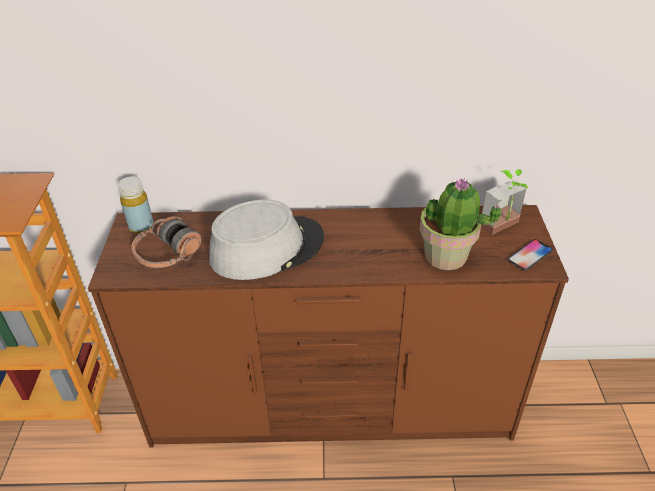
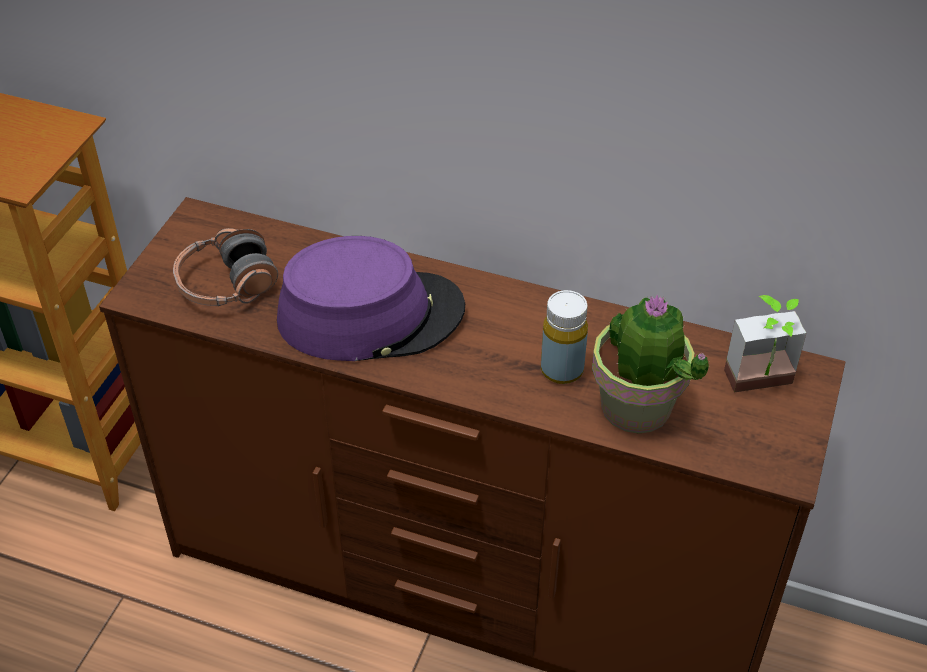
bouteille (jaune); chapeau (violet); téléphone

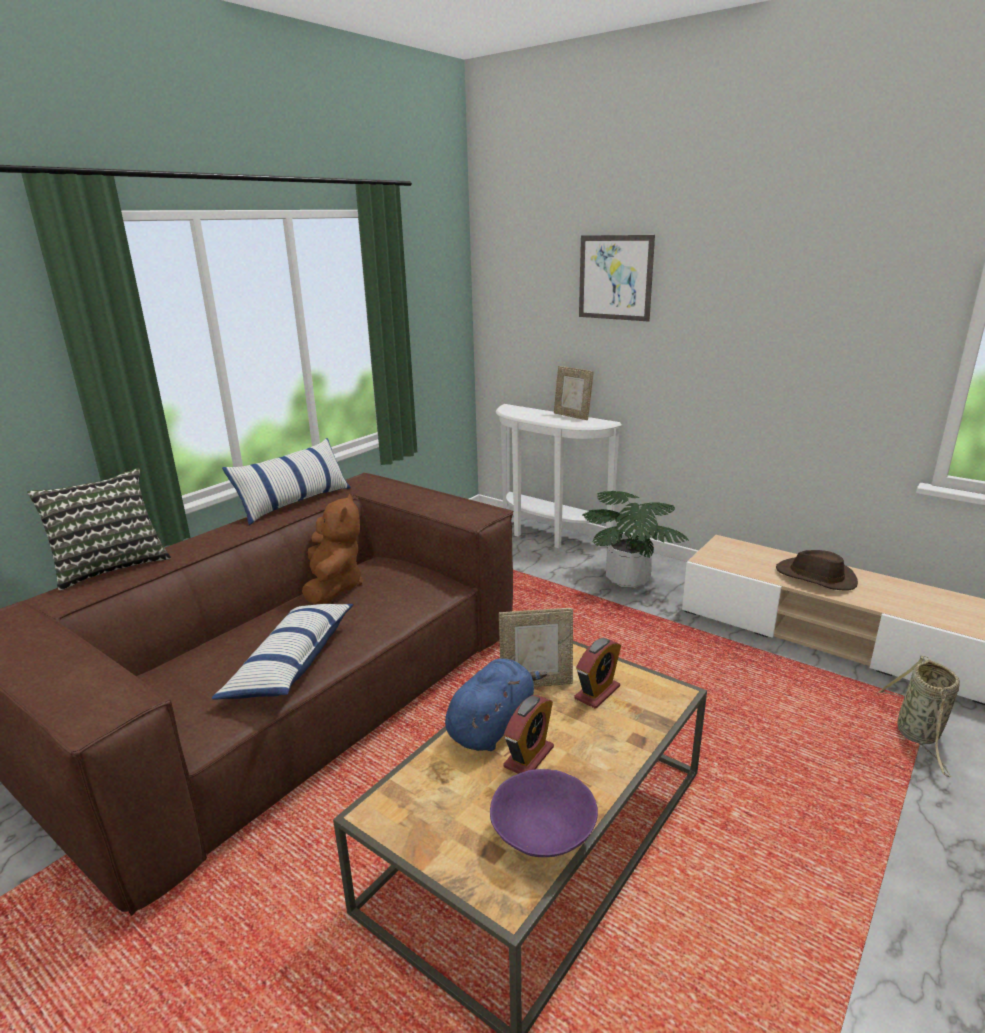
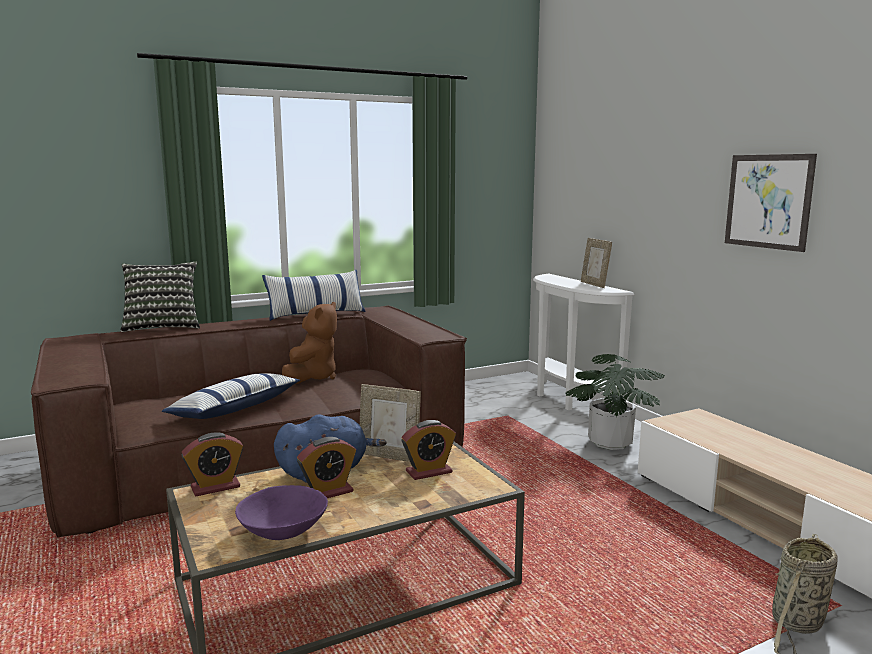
tableau; chapeau (marron); réveil (1st from left)

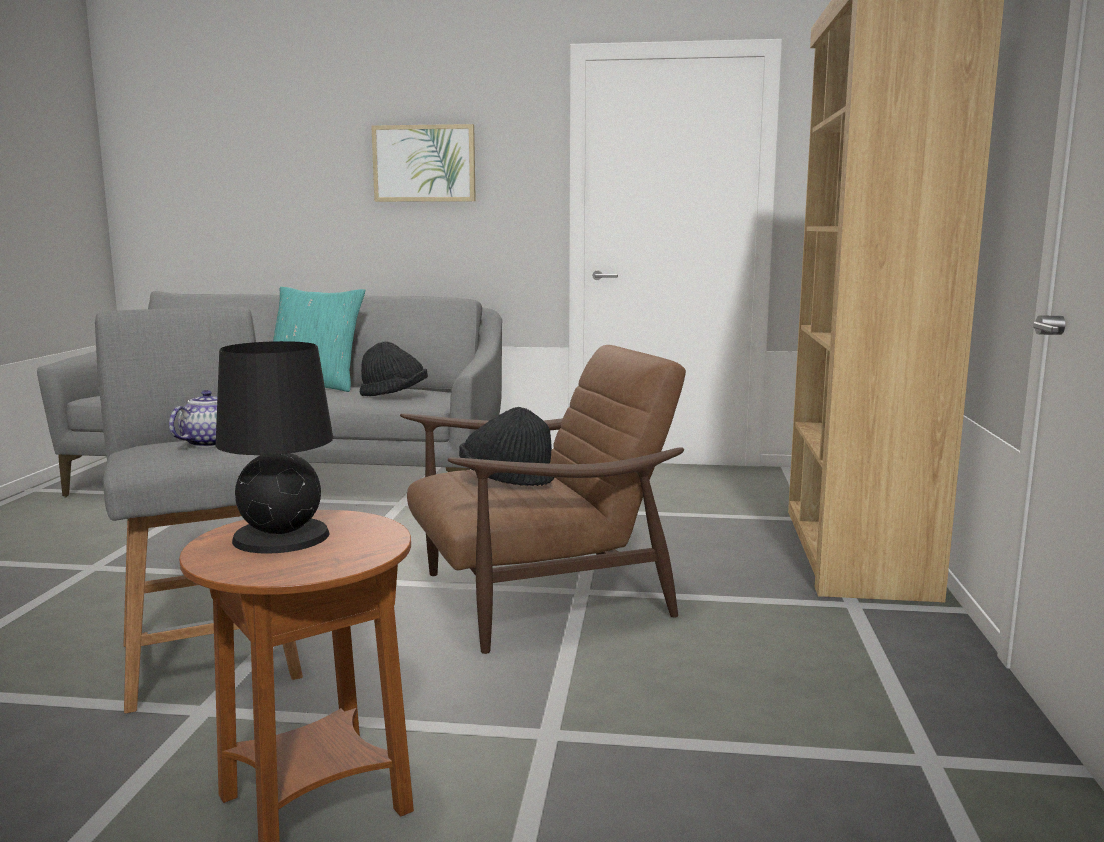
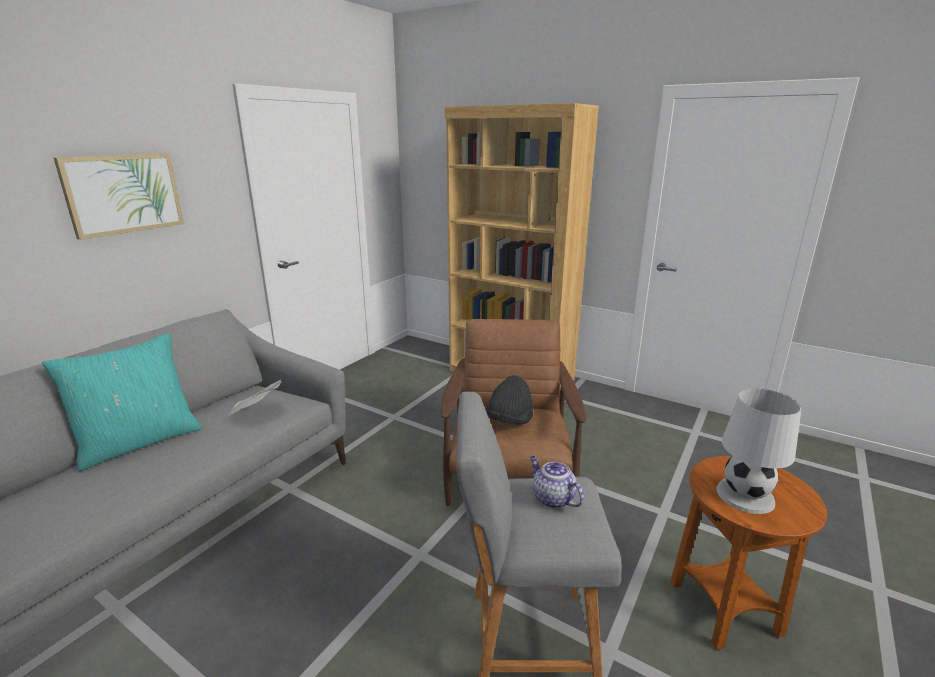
lampe de table (blanc); journal

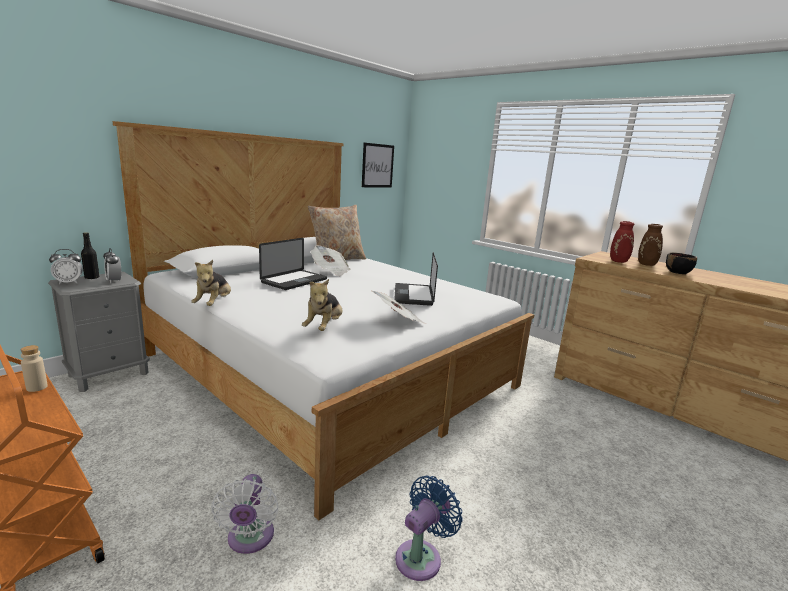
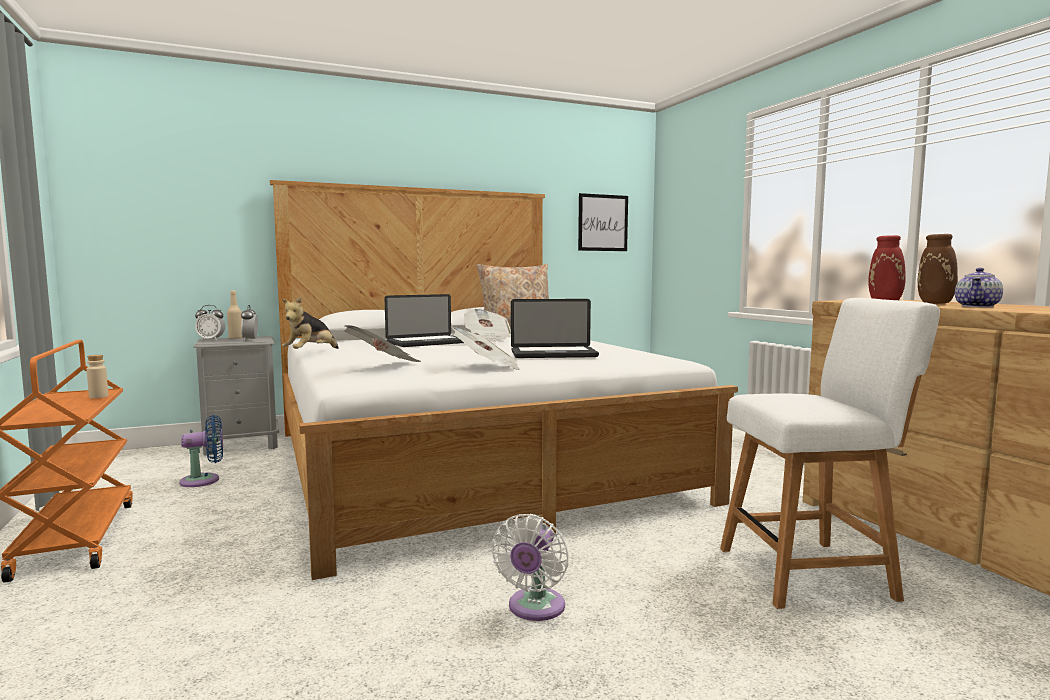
bouteille (beige) (2nd from left); ventilateur (blanc); journal (1st from left); ordinateur portable (2nd from left); ventilateur (bleu); théière; chaise (blanc)

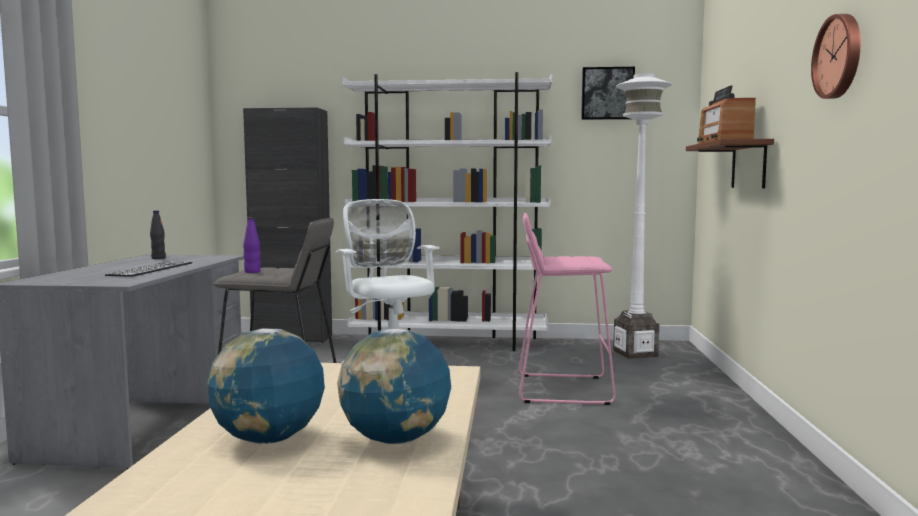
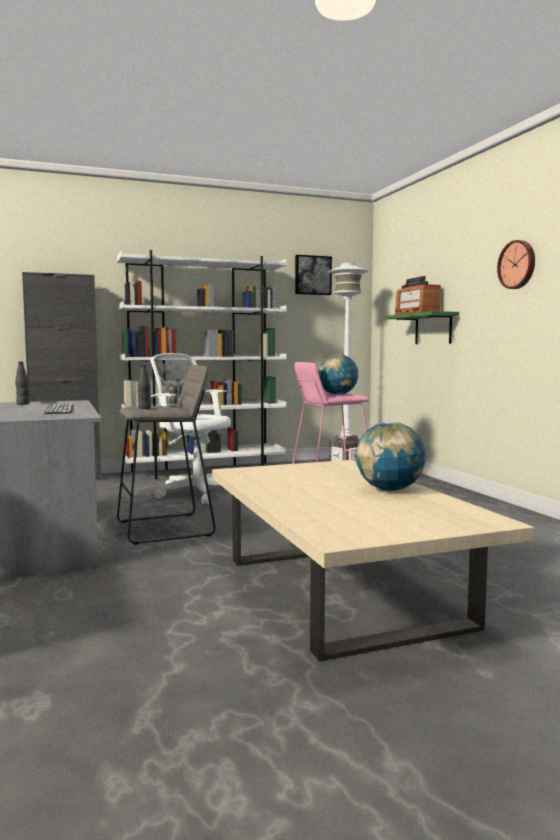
globe (1st from left); bouteille (noir) (2nd from left); étagère (vert)

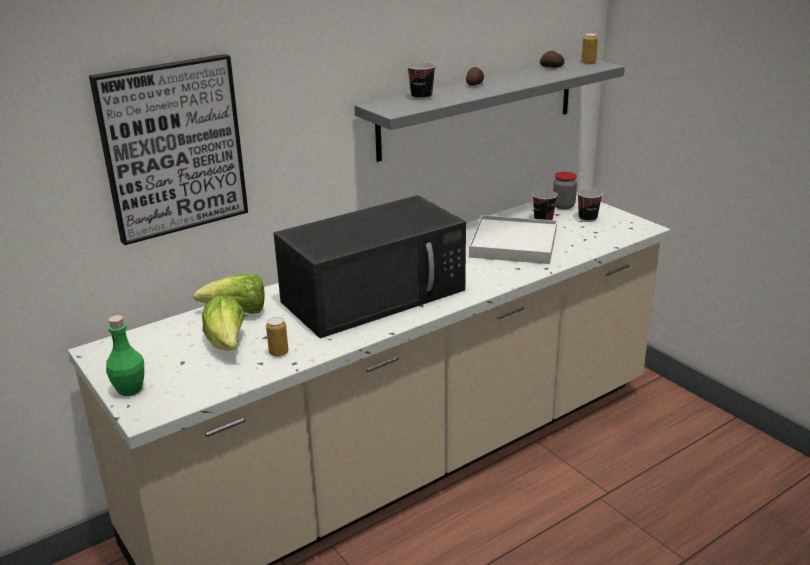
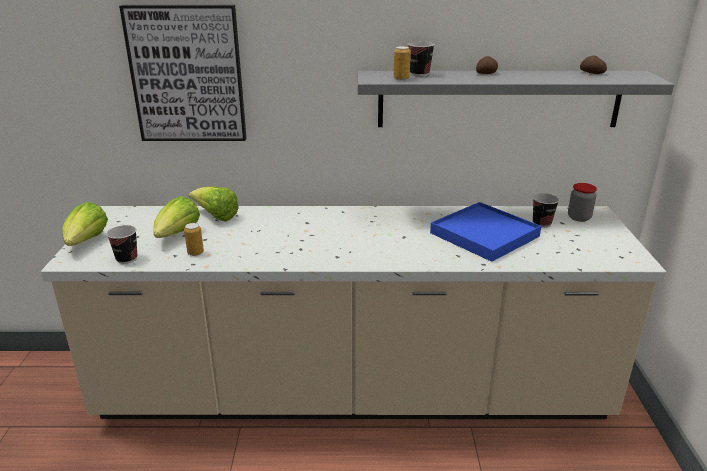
laitue (1st from left); micro-ondes (noir); plateau (bleu); tasse (1st from left); boîte métallique (2nd from left)

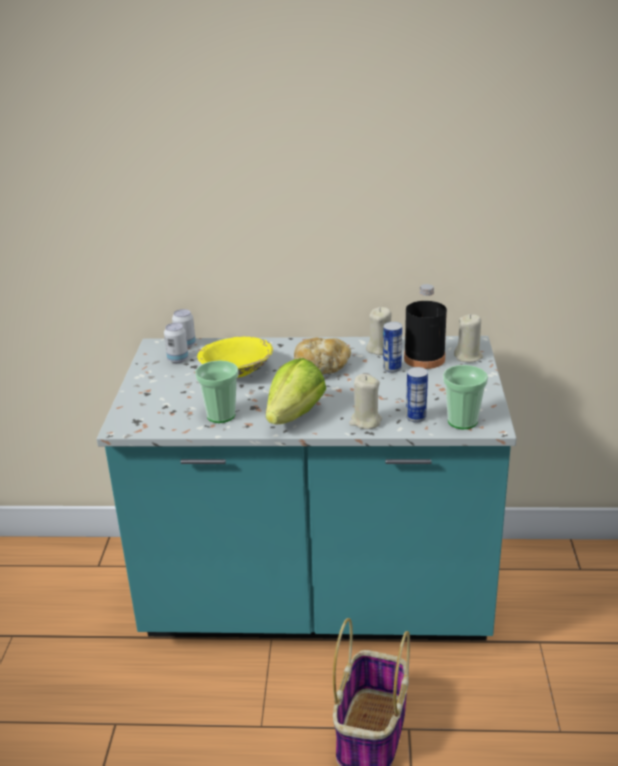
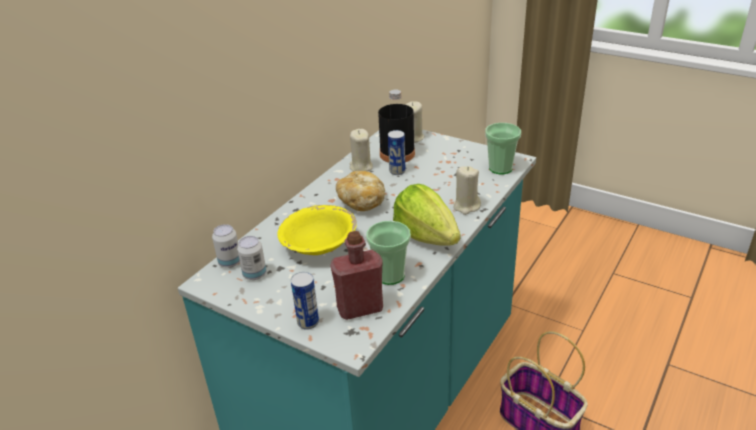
boîte métallique (3rd from left); bouteille (rouge)

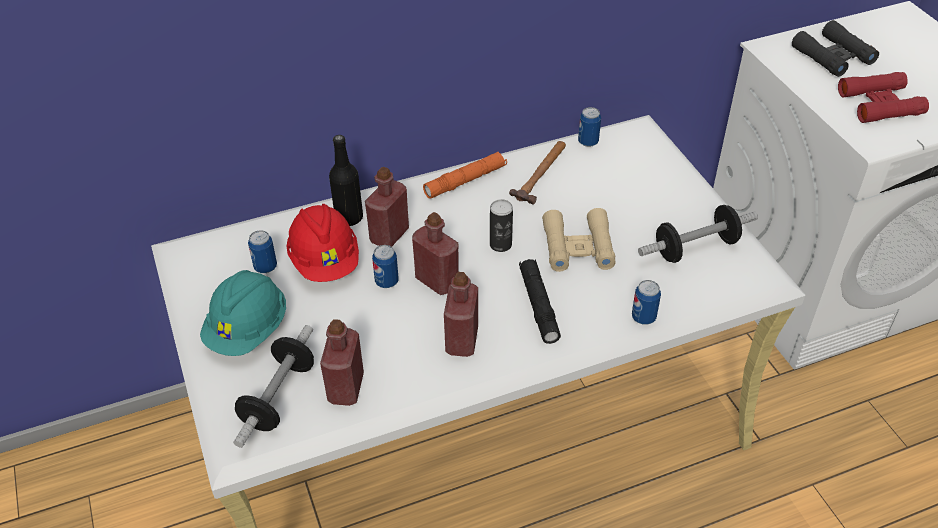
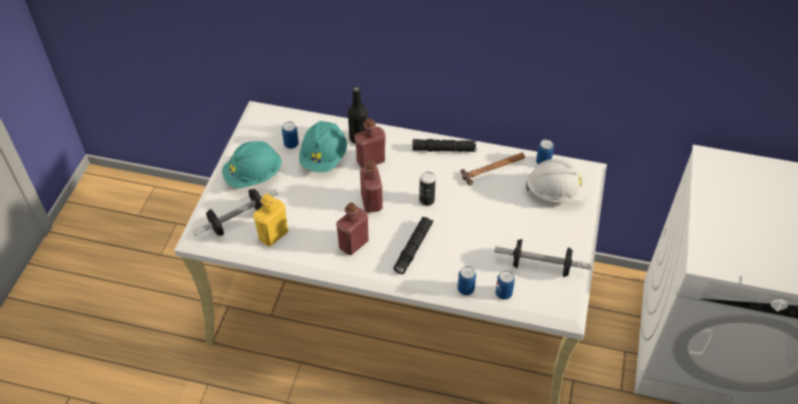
casque de chantier (turquoise) (2nd from left); bouteille (jaune); boîte métallique (4th from left); lampe de poche (noir) (2nd from left); jumelles (beige); jumelles (noir); jumelles (rouge); casque de chantier (blanc)

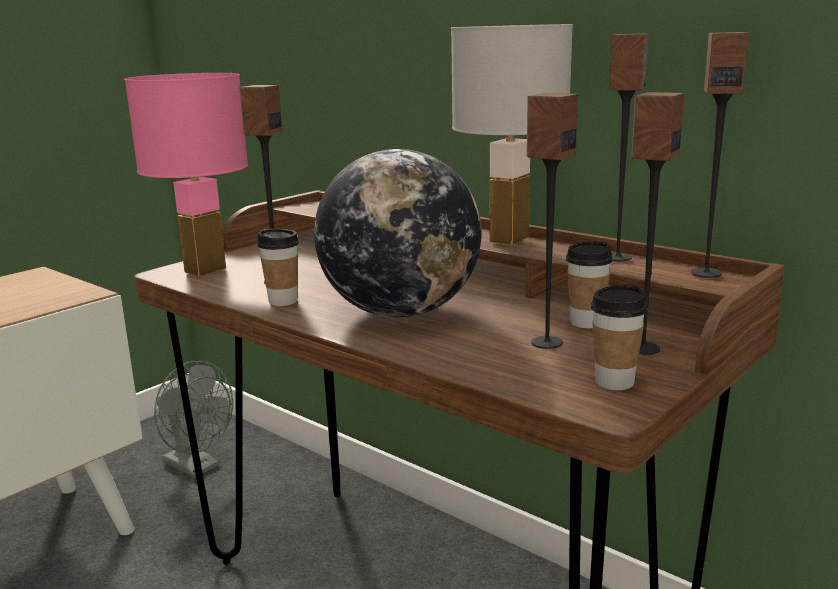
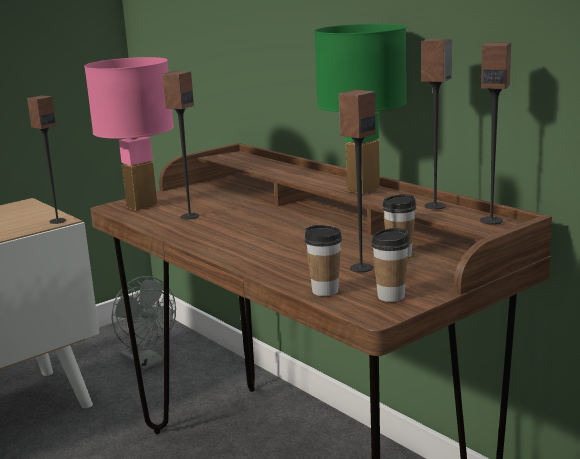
tasse (1st from left); globe; lampe de table (vert); enceinte (1st from left)

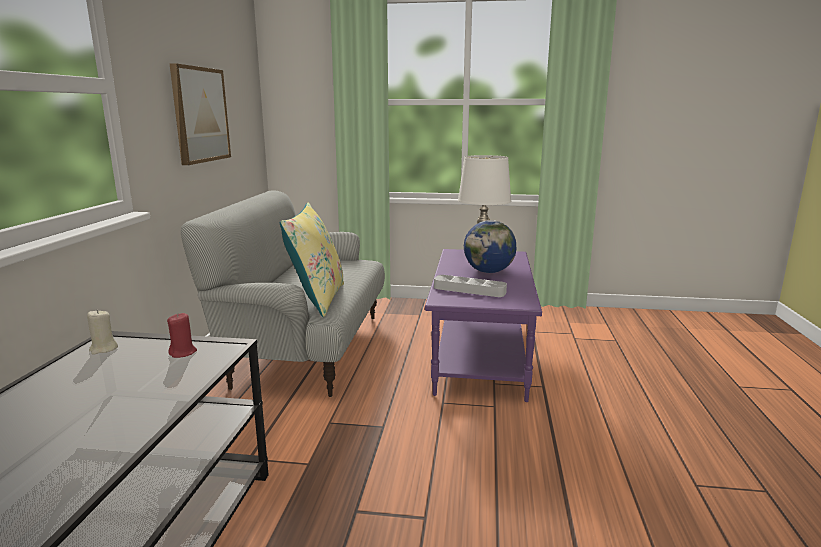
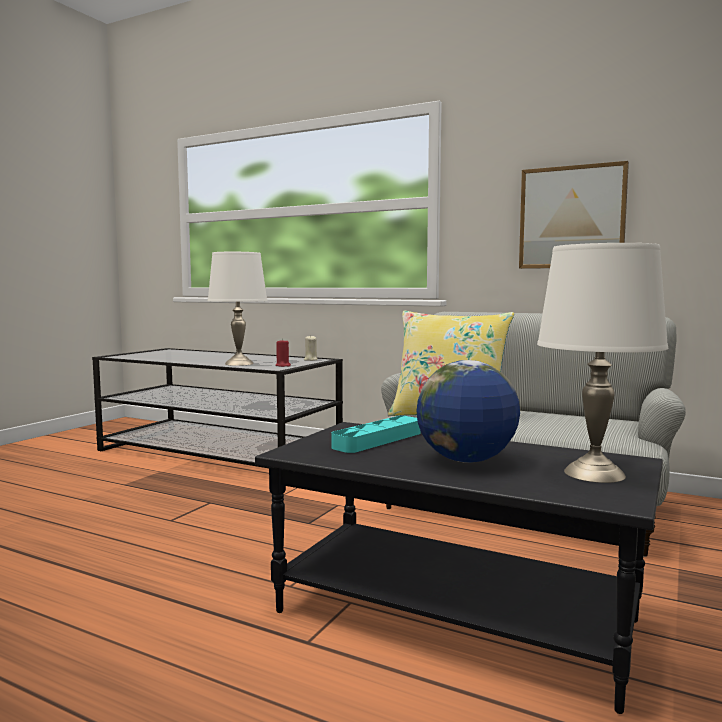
table basse (noir); plateau (turquoise); lampe de table (blanc) (1st from left)

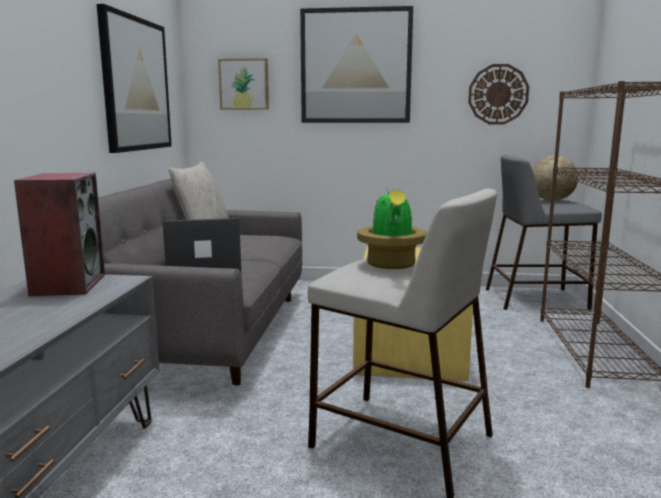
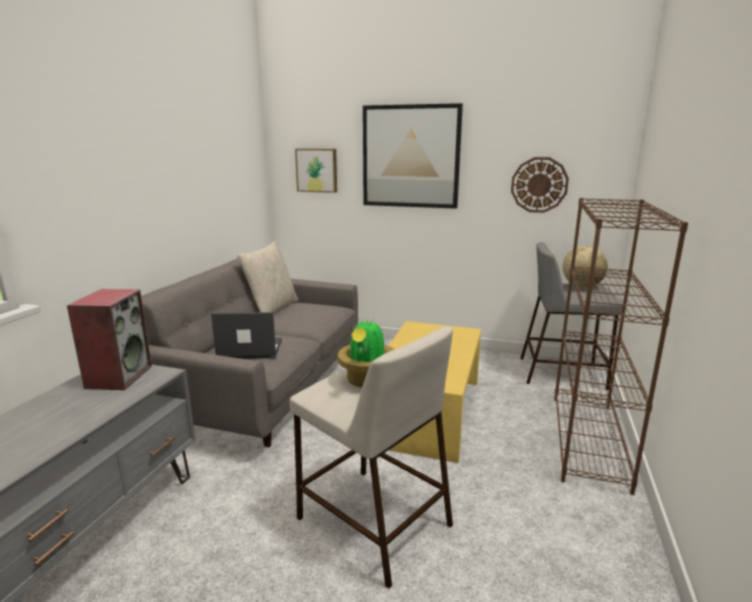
tableau (1st from left in the first image)

